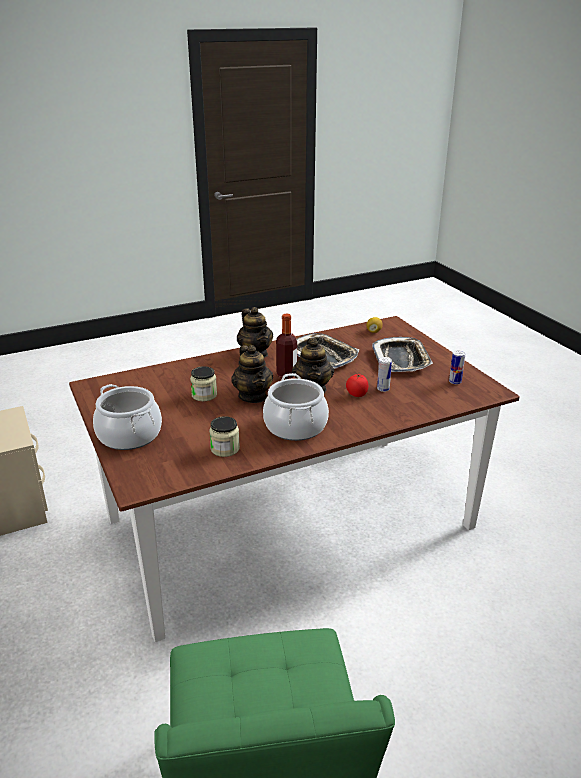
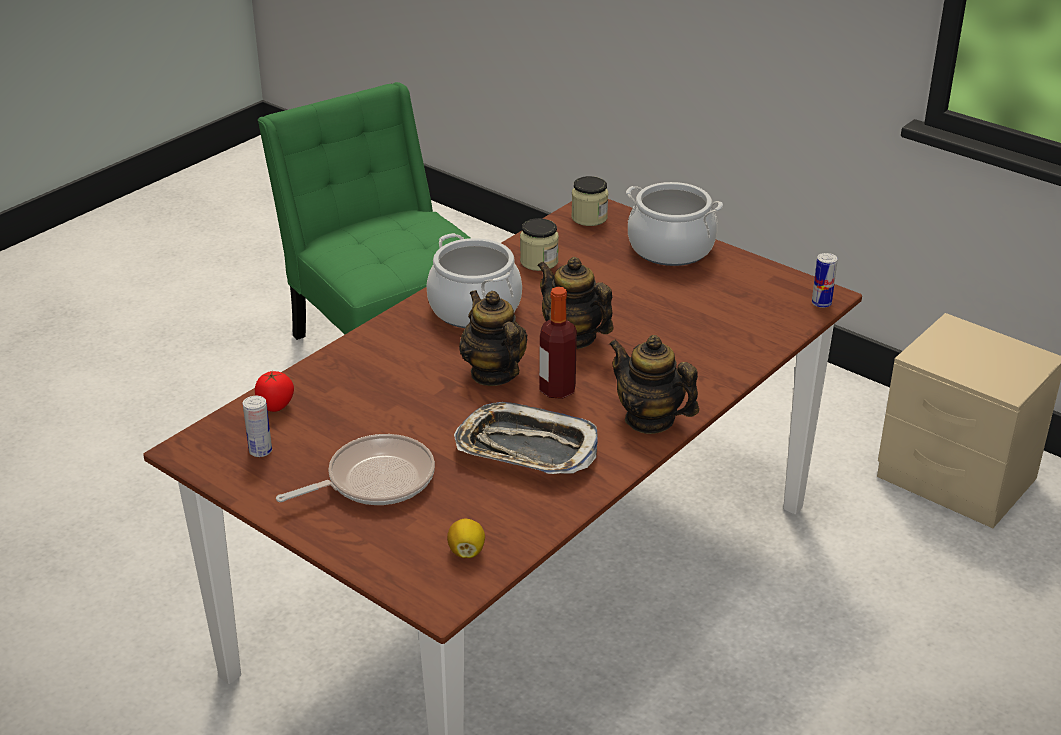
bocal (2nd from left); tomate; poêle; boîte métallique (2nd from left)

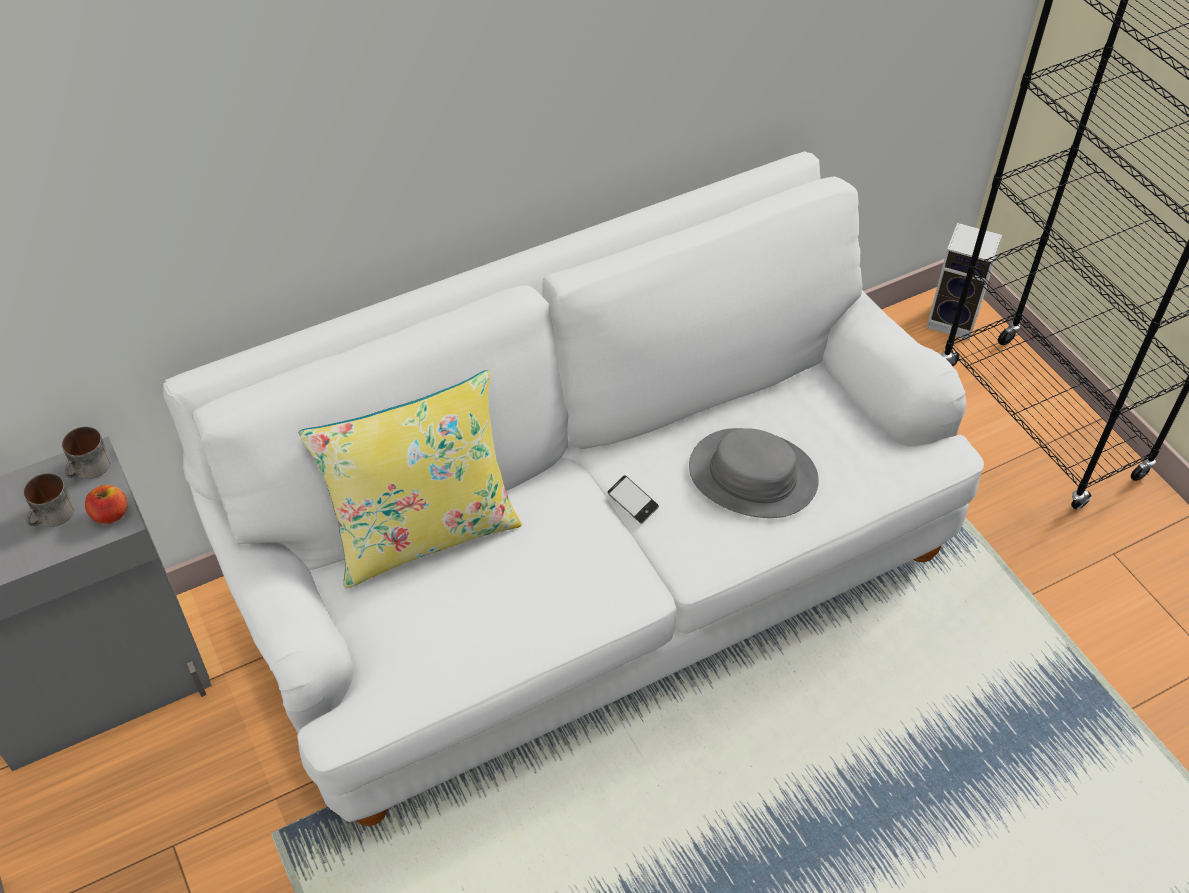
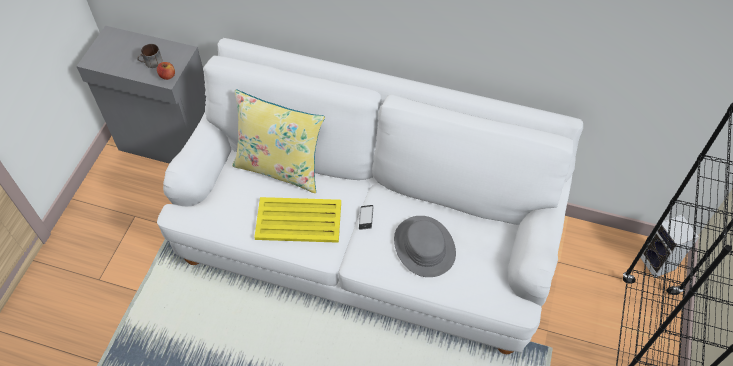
mug (2nd from left in the first image); plateau (jaune)

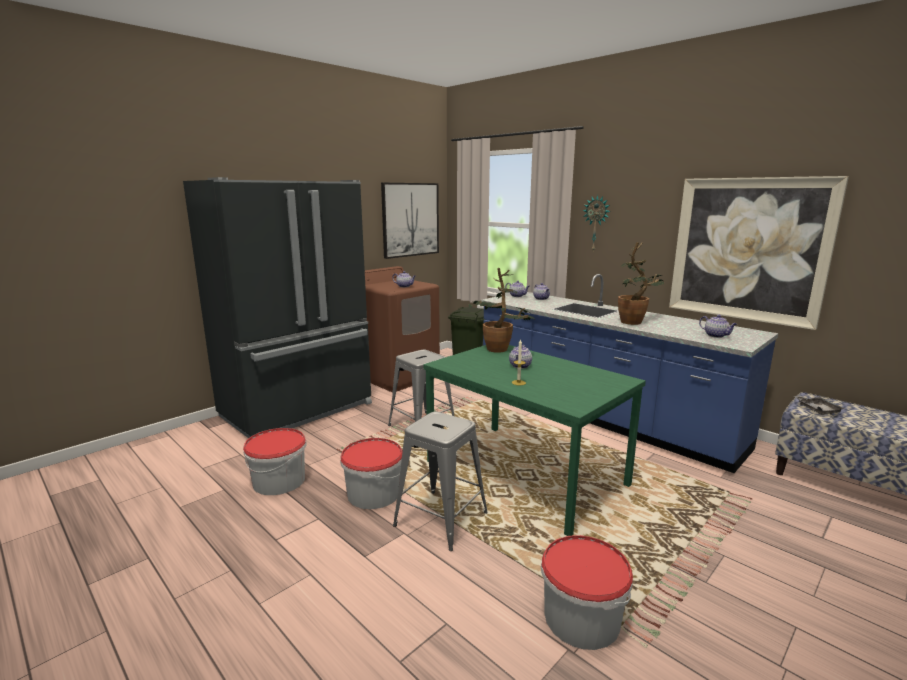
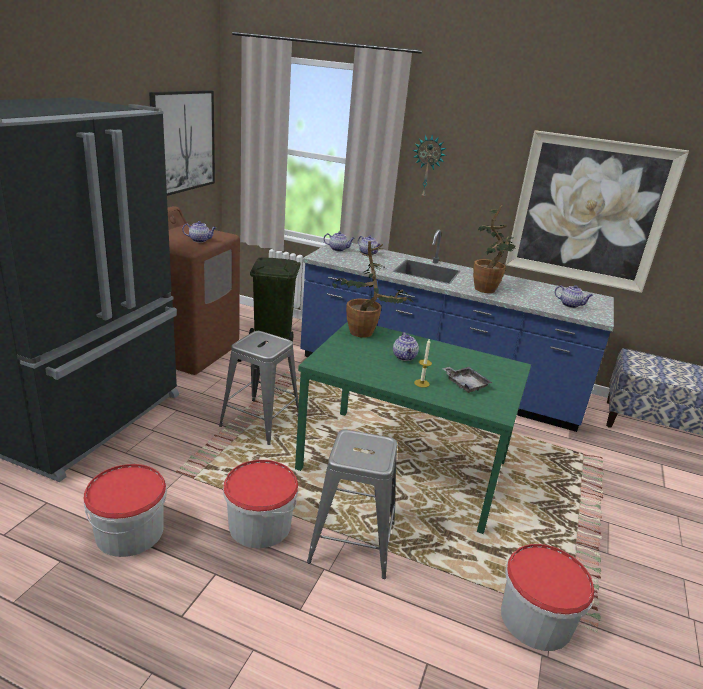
plateau (gris)

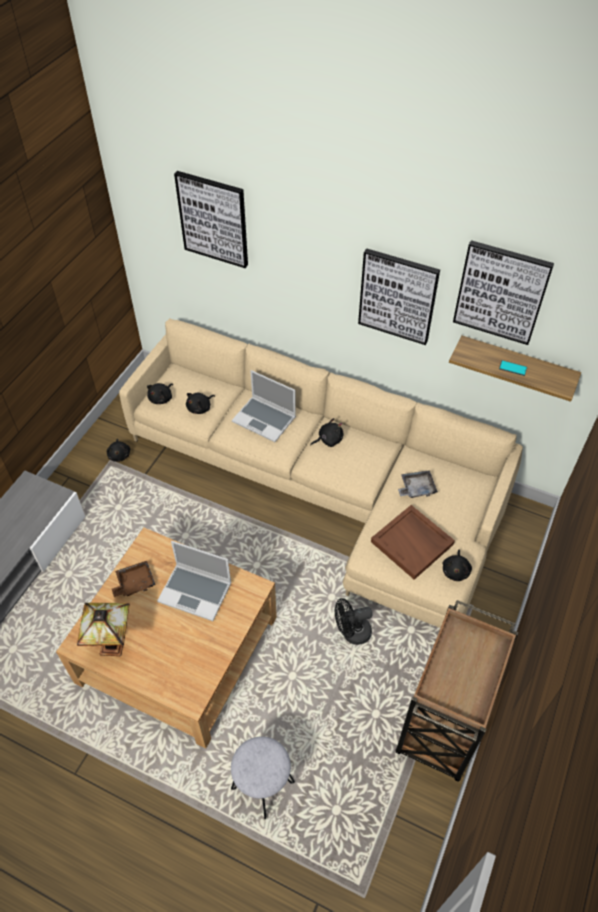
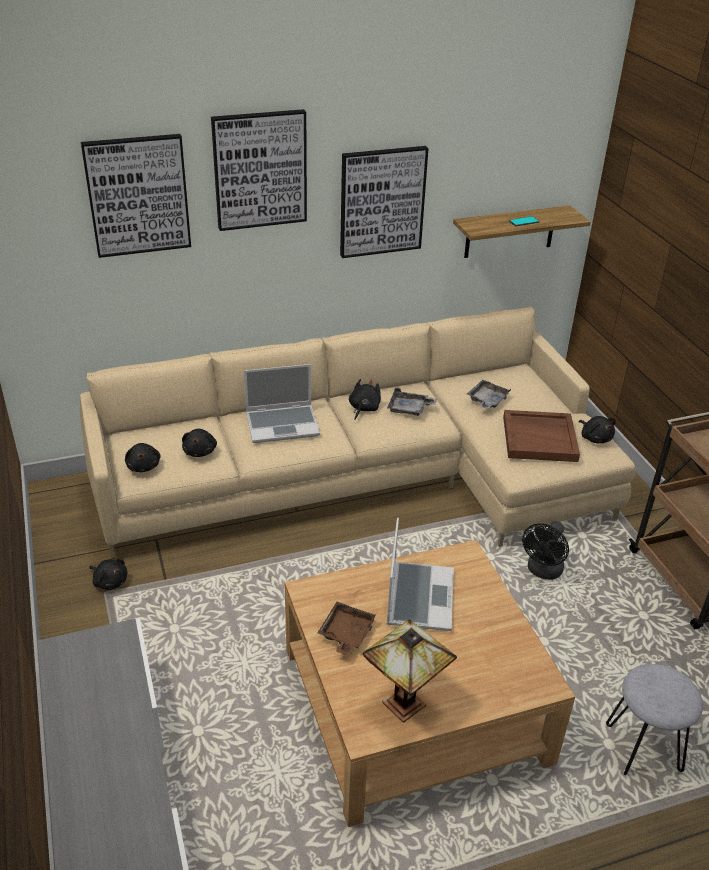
ordinateur portable (2nd from left); tableau (2nd from left); plateau (gris) (1st from left)

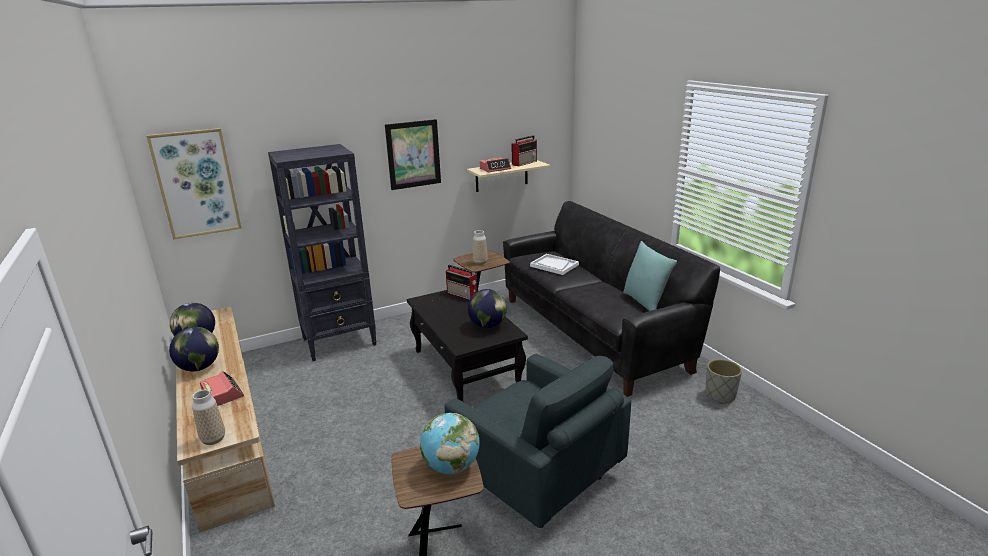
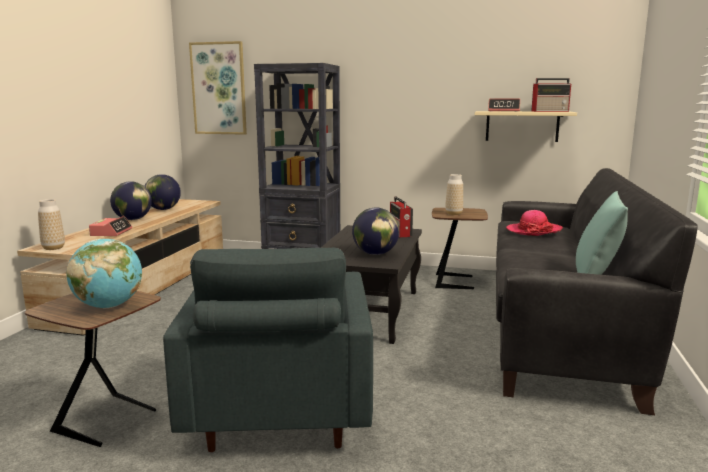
tableau (2nd from left in the first image); chapeau; cache-pot (gris)

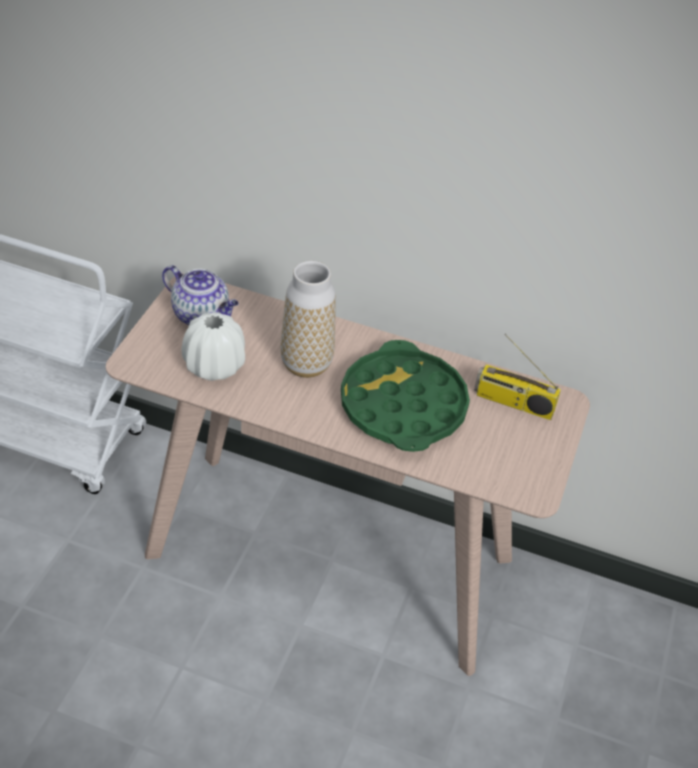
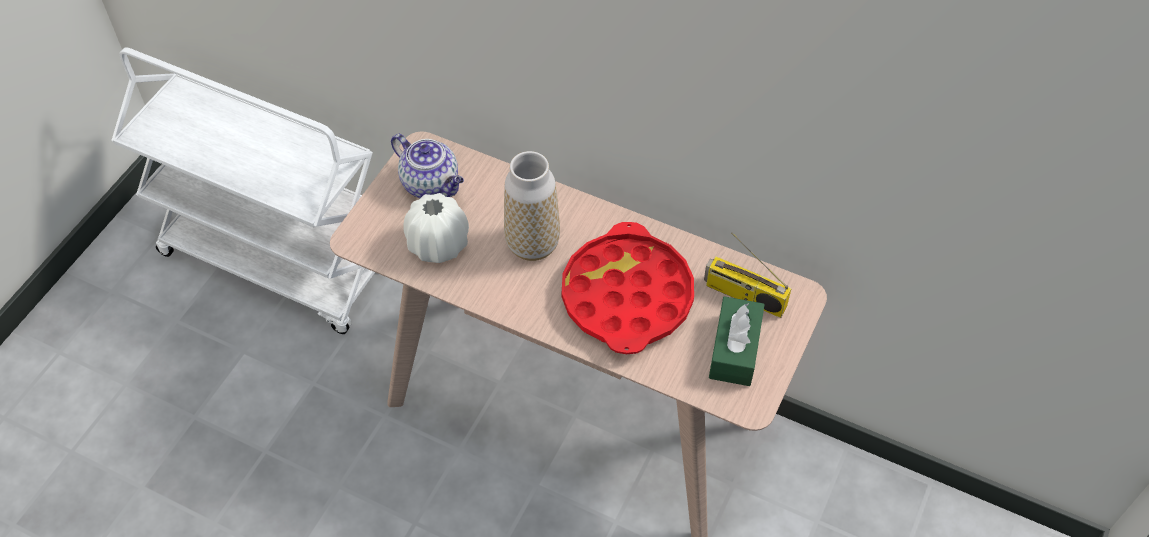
plateau (rouge); boîte à mouchoirs (vert)

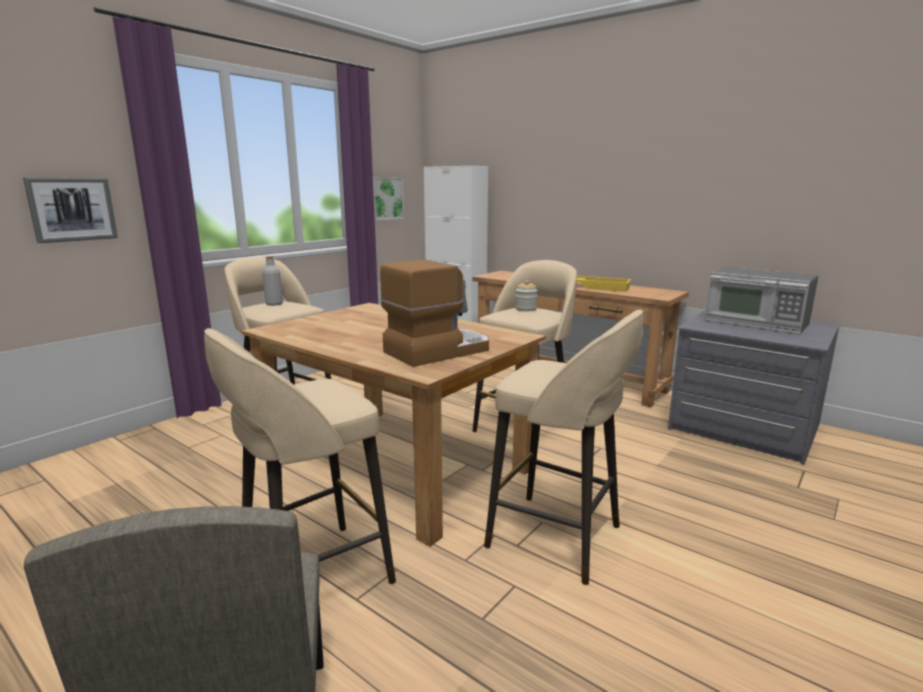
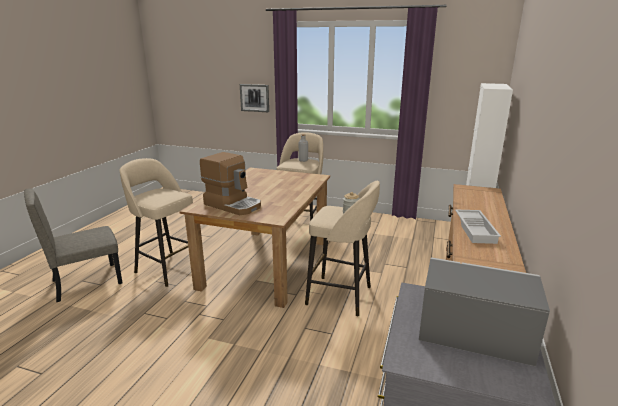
tableau (2nd from left in the first image); tabouret (beige) (4th from left in the first image); plateau (blanc); micro-ondes

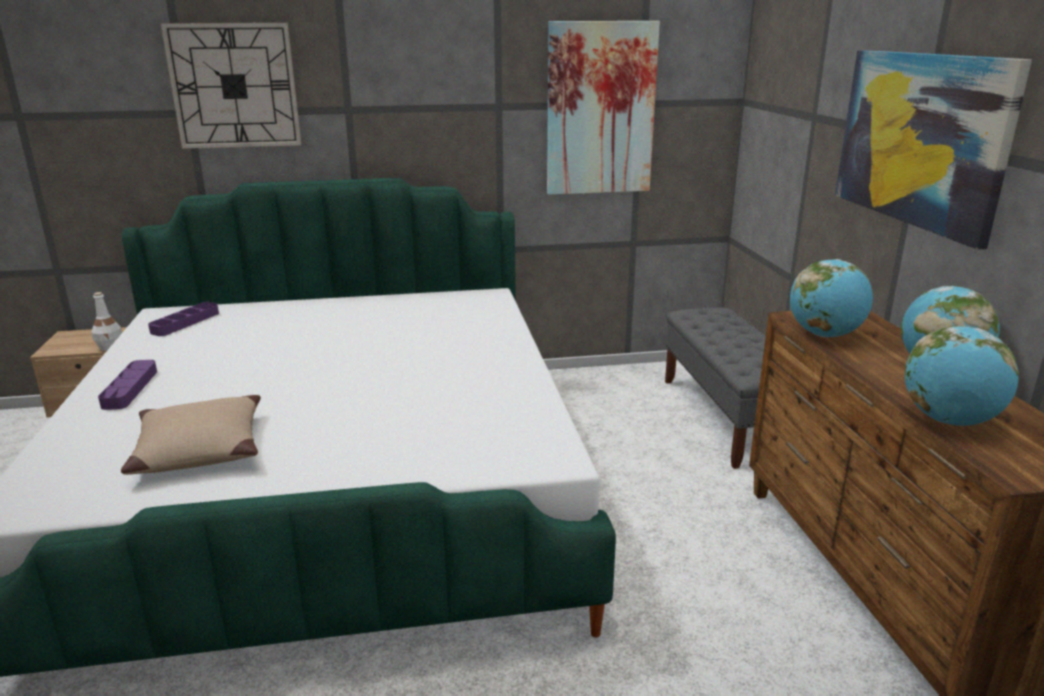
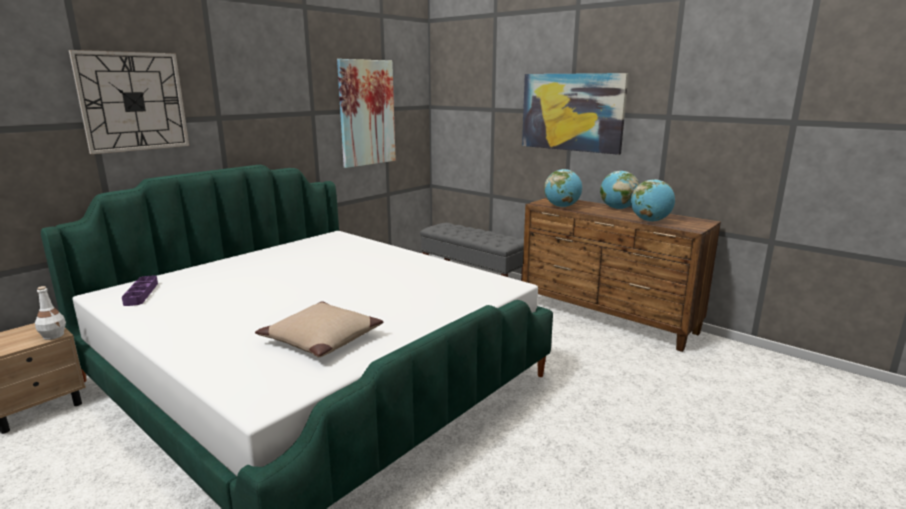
plateau (violet) (1st from left in the first image)

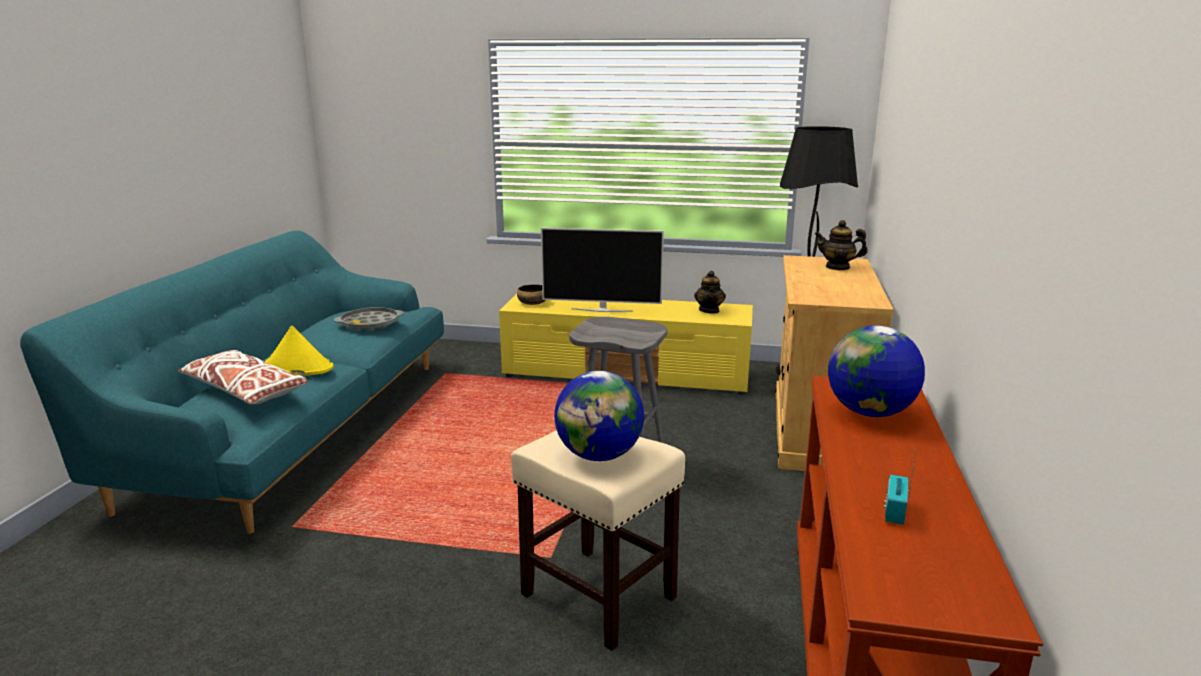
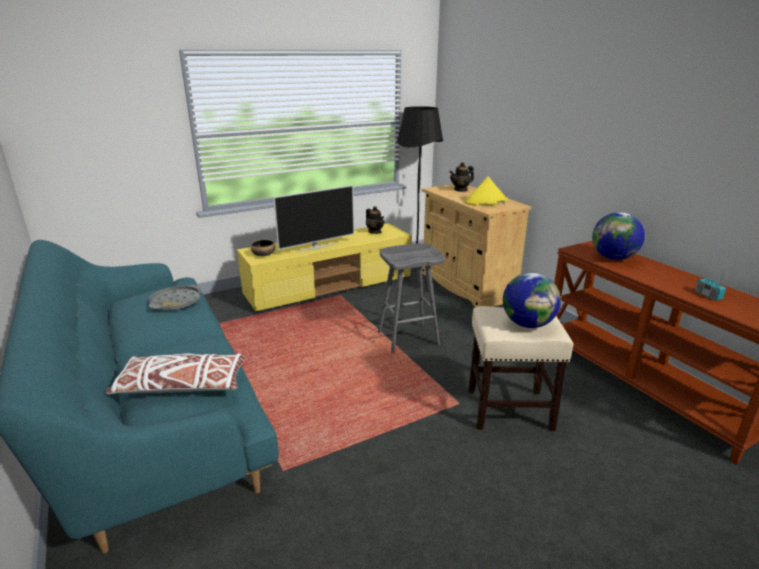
chapeau (jaune)

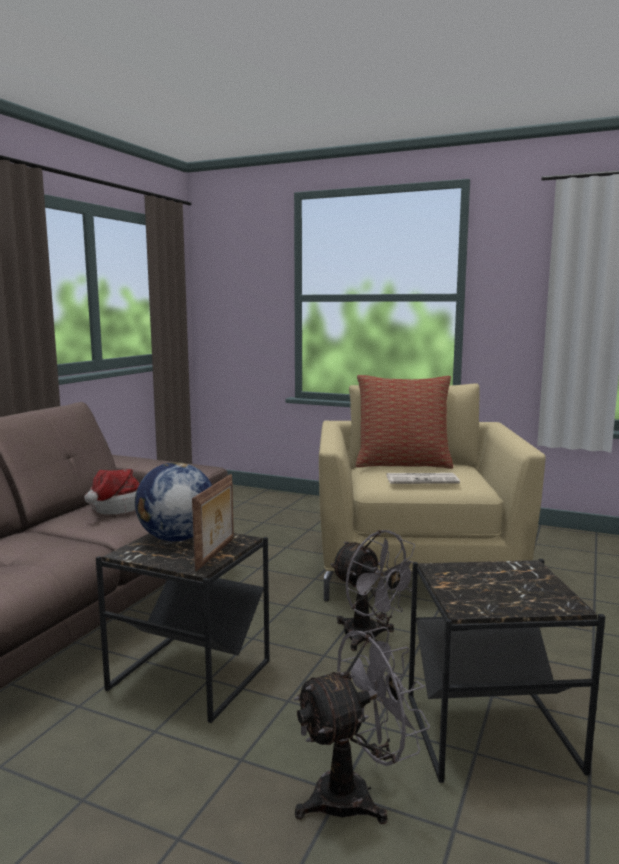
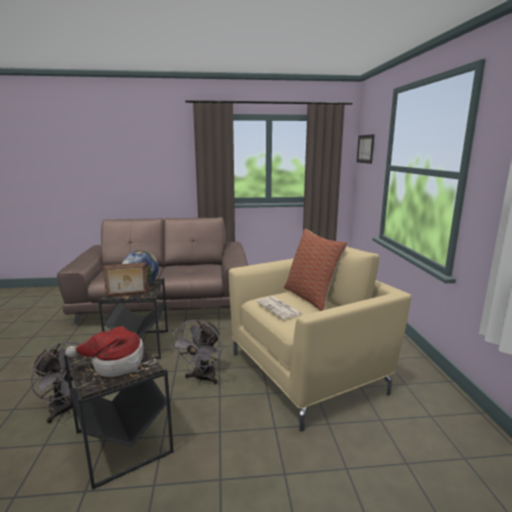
chapeau; tableau

